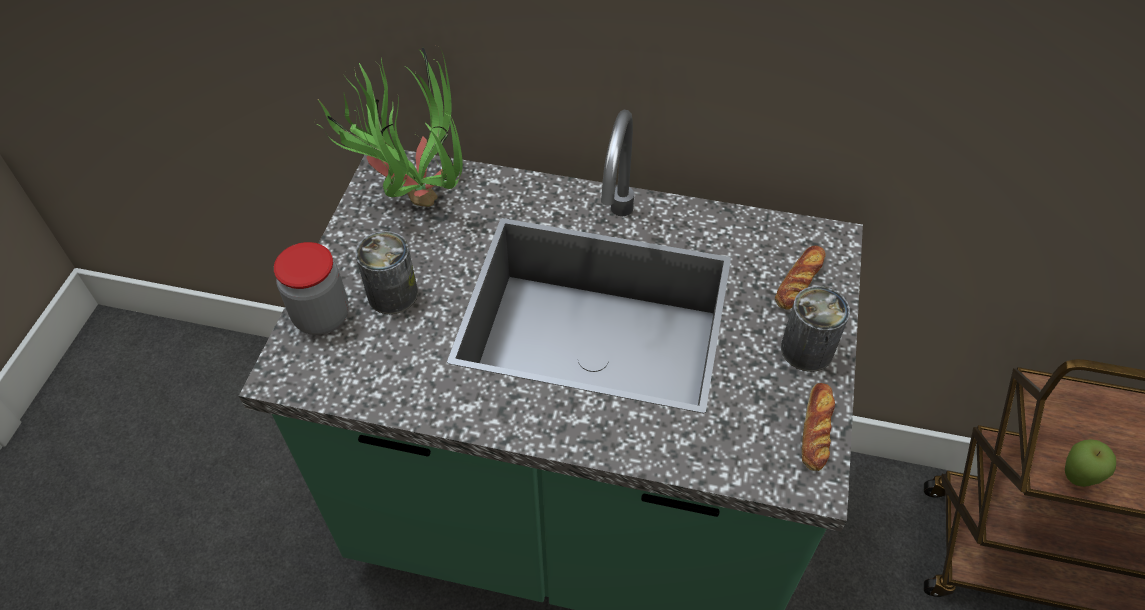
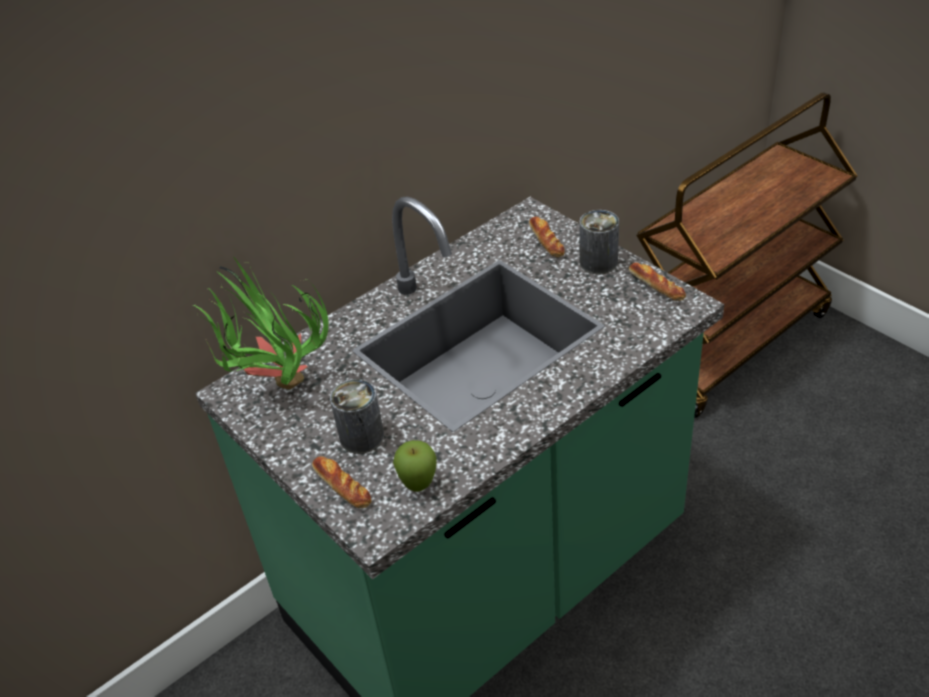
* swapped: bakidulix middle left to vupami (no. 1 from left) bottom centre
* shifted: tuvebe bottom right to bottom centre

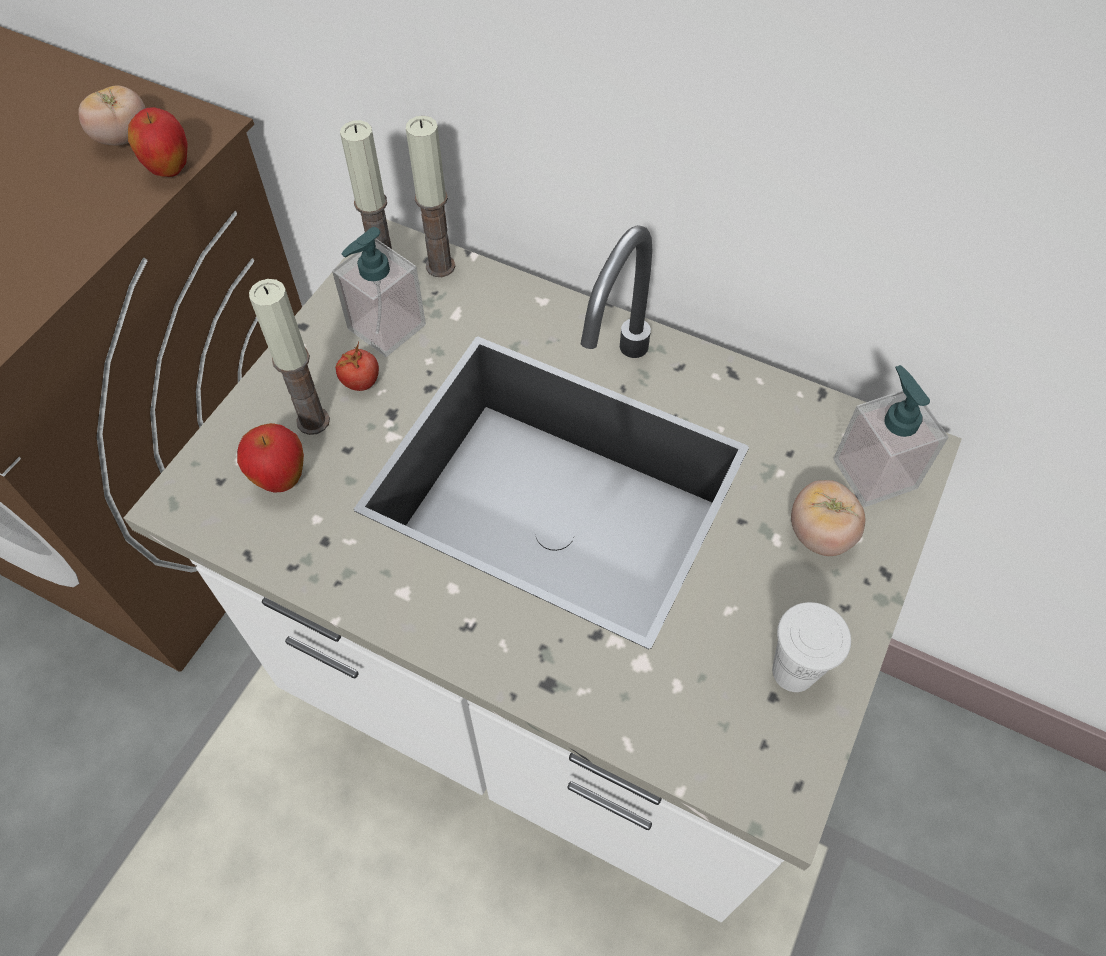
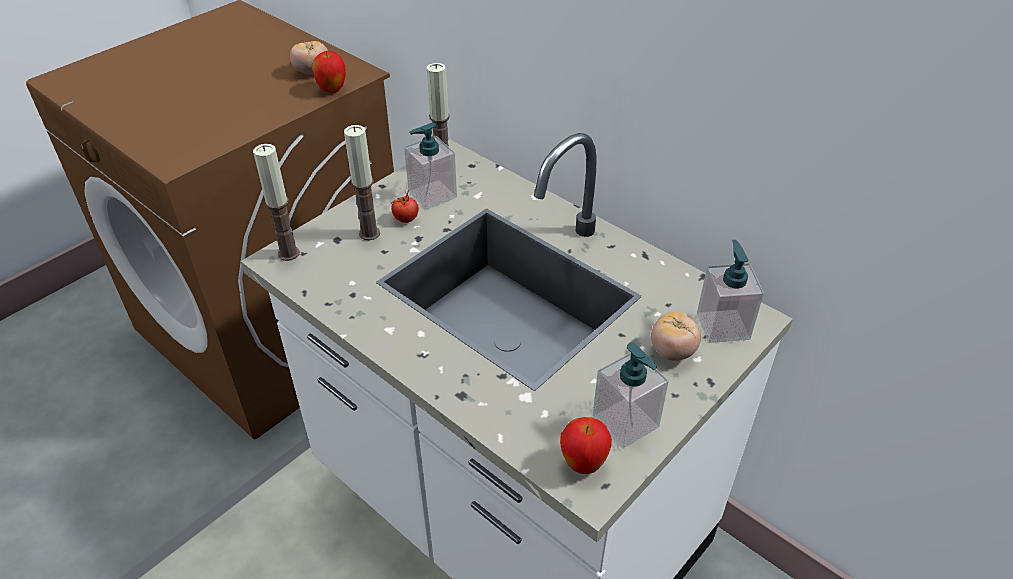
* shifted: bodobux (no. 3 from left in the first image) top centre to bodobux (no. 1 from left) middle left
* shifted: tuvebe (no. 2 from left) middle left to bottom centre
* swapped: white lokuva bottom right to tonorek (no. 2 from left) bottom centre

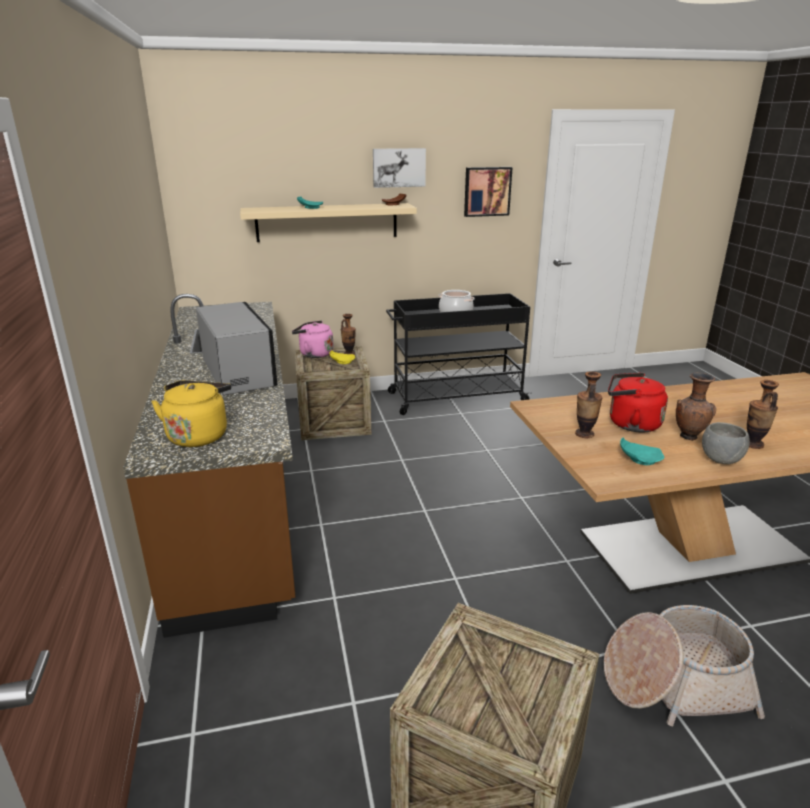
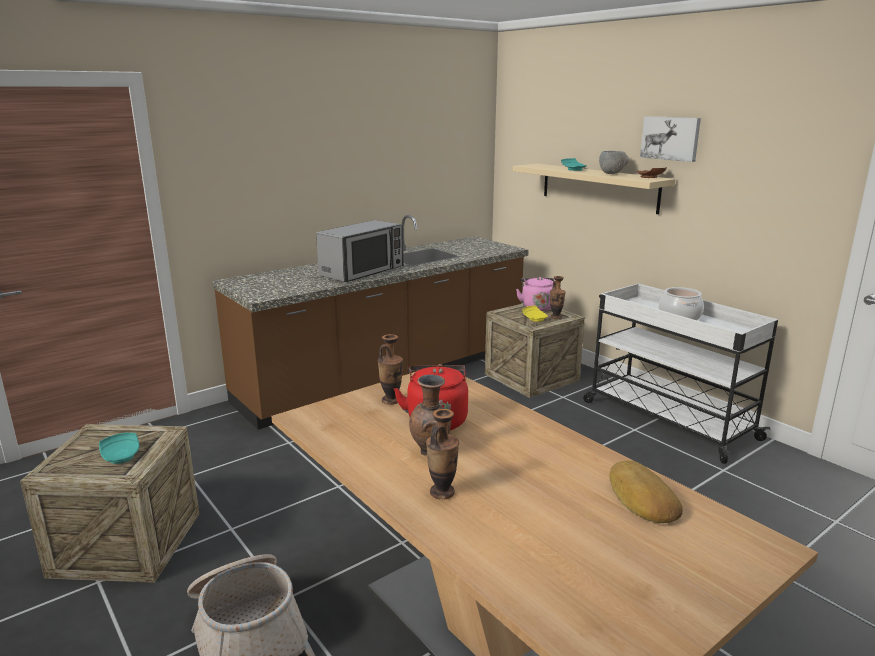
* shifted: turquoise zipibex (no. 2 from left in the first image) middle right to turquoise zipibex (no. 1 from left) bottom left
* repainted: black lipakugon centre to white lipakugon middle right
* shifted: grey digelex middle right to top right
* new: vupami bottom right
* gone: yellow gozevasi middle left
* gone: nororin (no. 2 from left) top centre

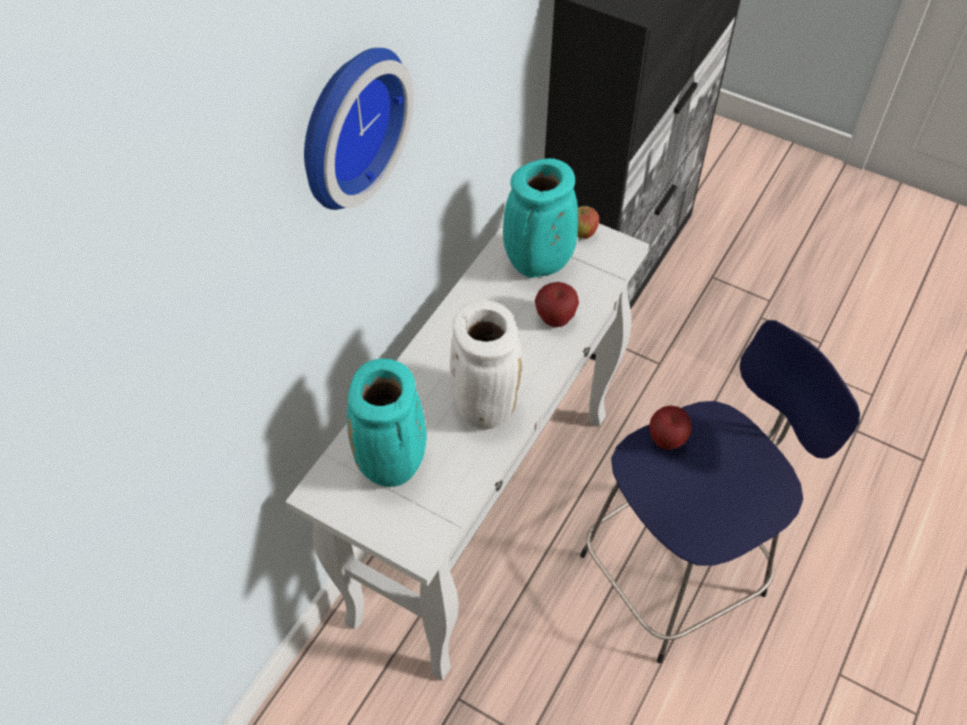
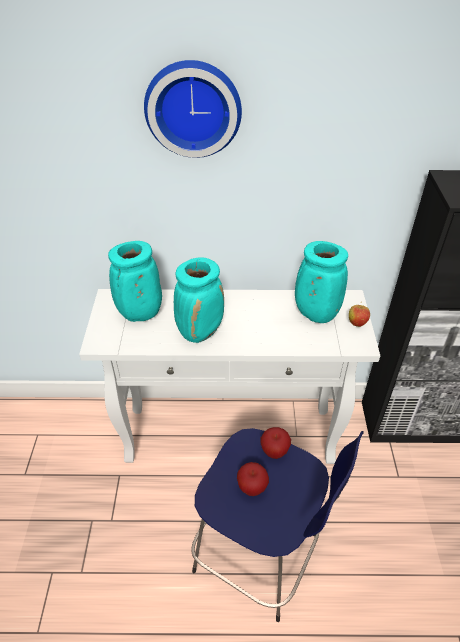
* repainted: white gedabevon centre to turquoise gedabevon (no. 2 from left) centre
* shifted: tuvebe (no. 1 from left) centre to bottom centre

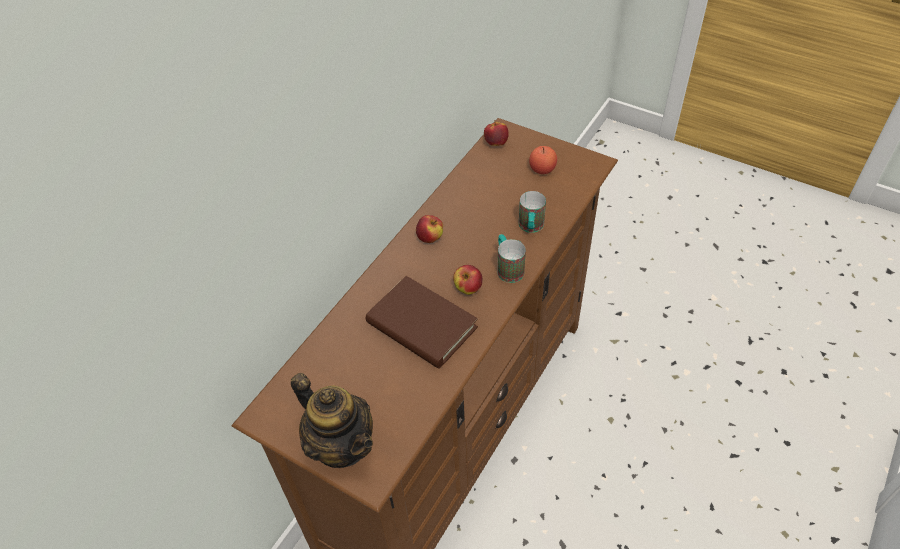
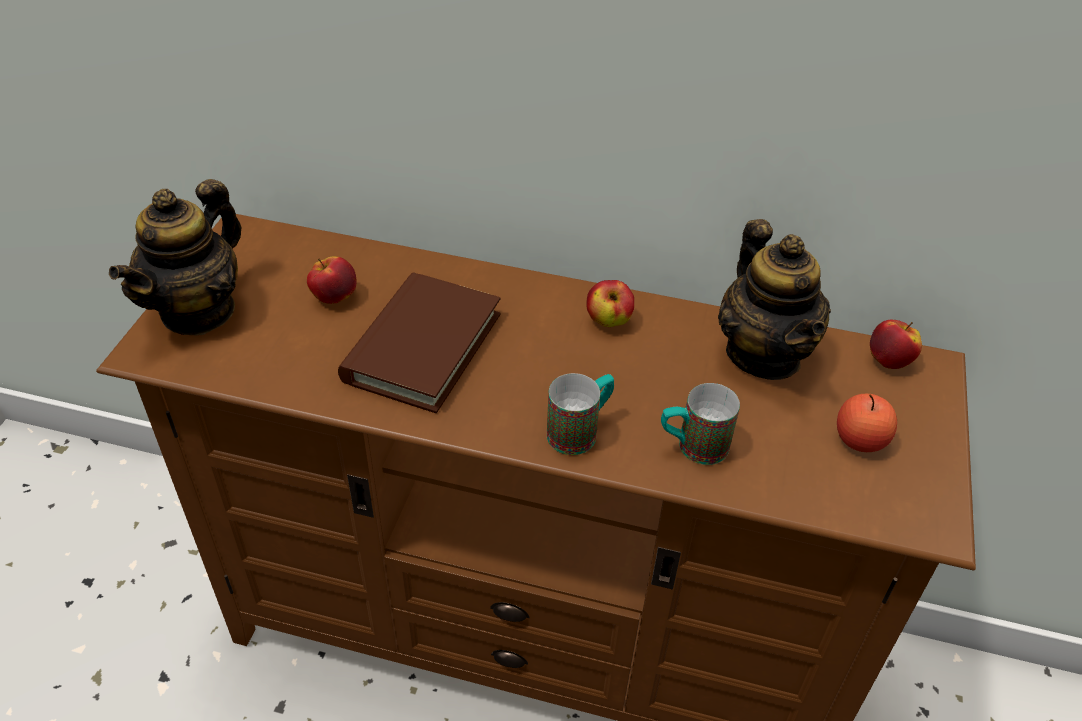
* shifted: tuvebe (no. 2 from left in the first image) centre to tuvebe (no. 1 from left) middle left
* new: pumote (no. 2 from left) middle right

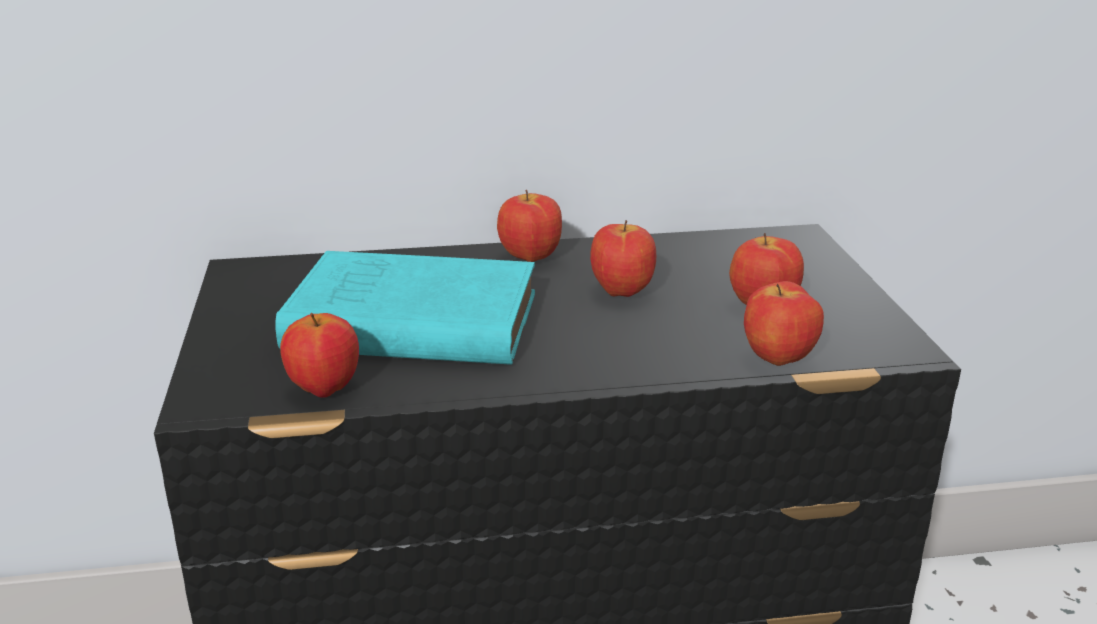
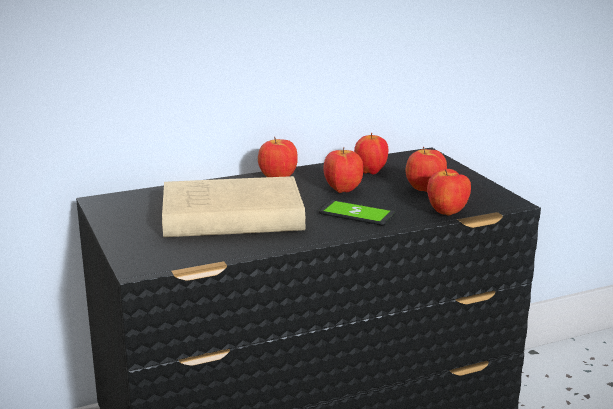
* repainted: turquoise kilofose centre to beige kilofose centre
* new: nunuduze centre
* shifted: tuvebe (no. 1 from left in the first image) middle left to tuvebe (no. 3 from left) centre

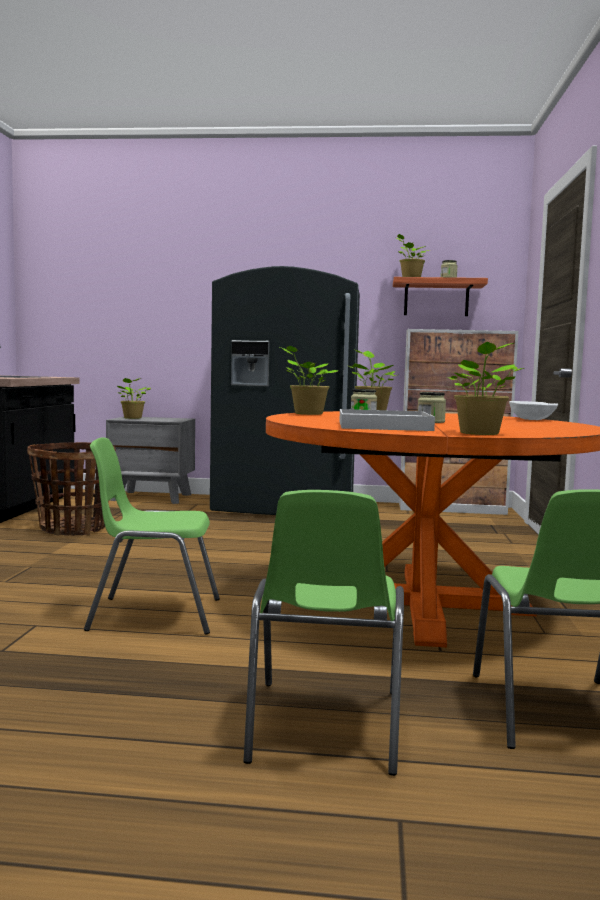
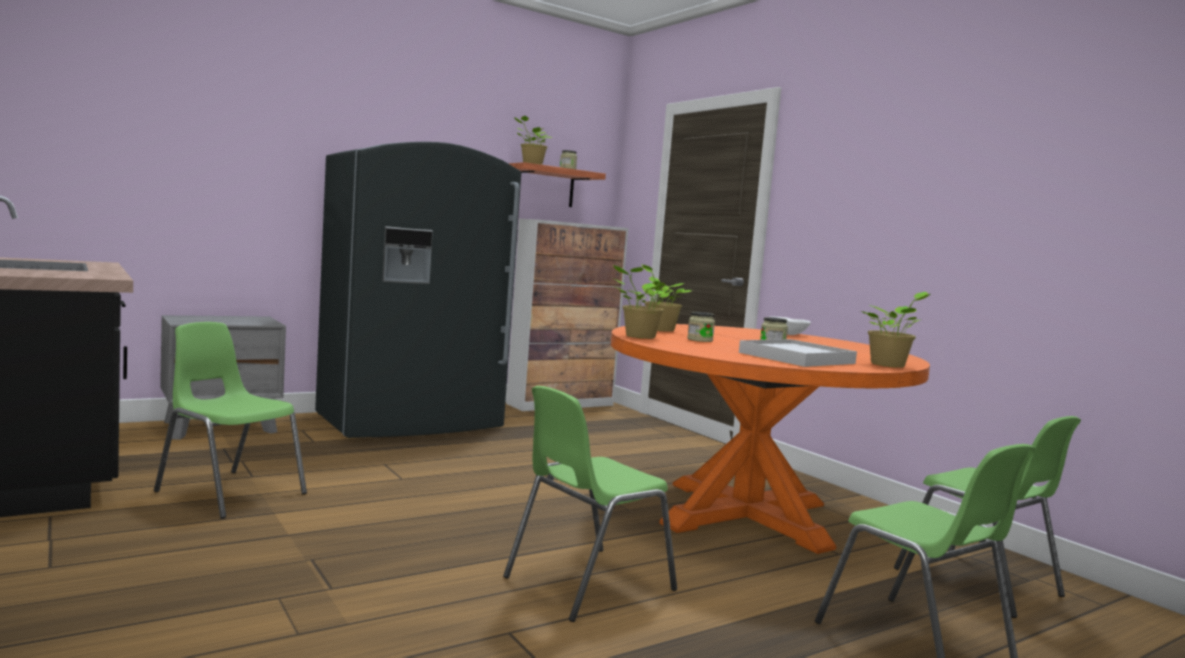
* swapped: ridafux middle left to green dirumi (no. 1 from left) middle left
* gone: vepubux (no. 1 from left) middle left

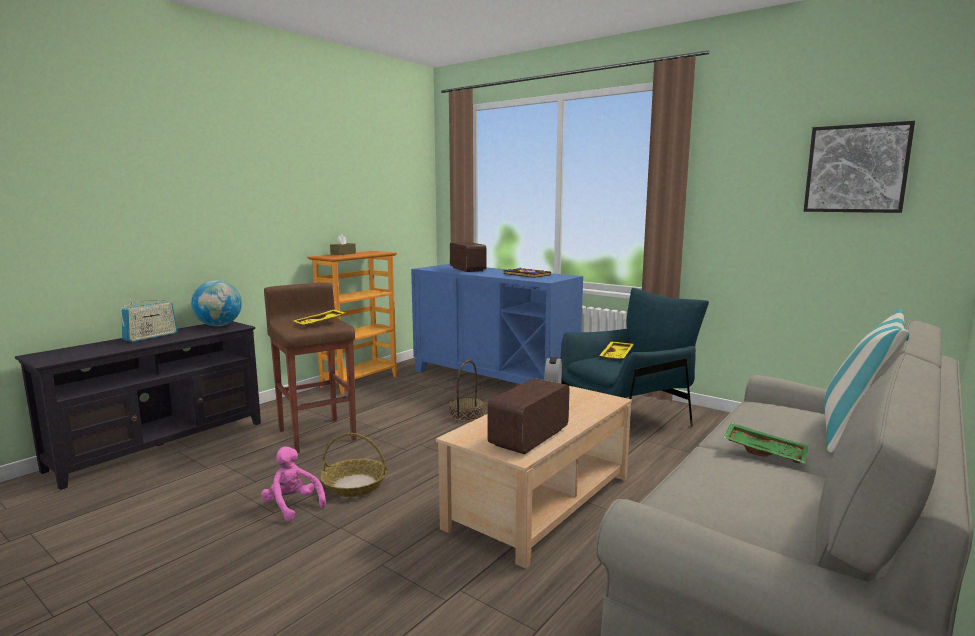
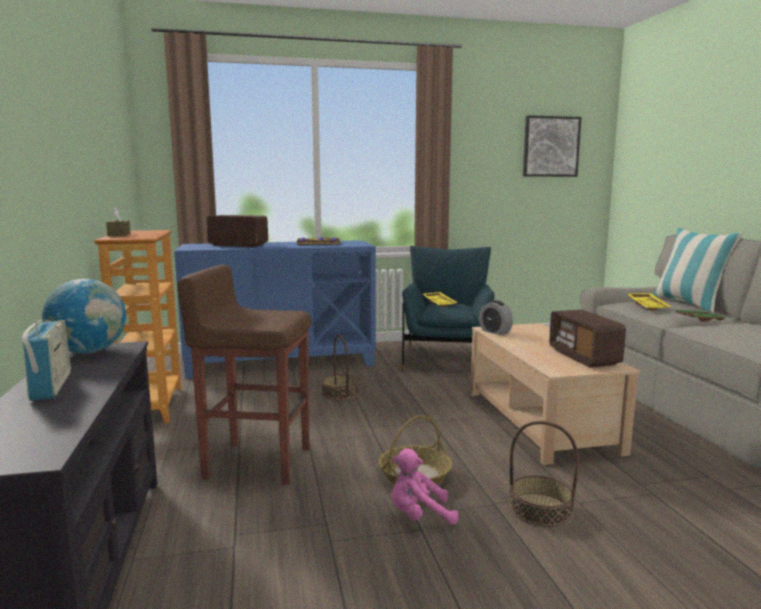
* new: ridafux (no. 3 from left) bottom right
* shifted: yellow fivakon (no. 1 from left in the first image) middle left to yellow fivakon (no. 2 from left) middle right

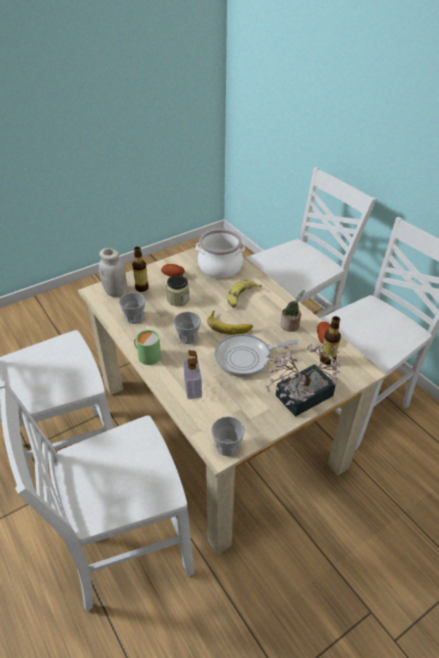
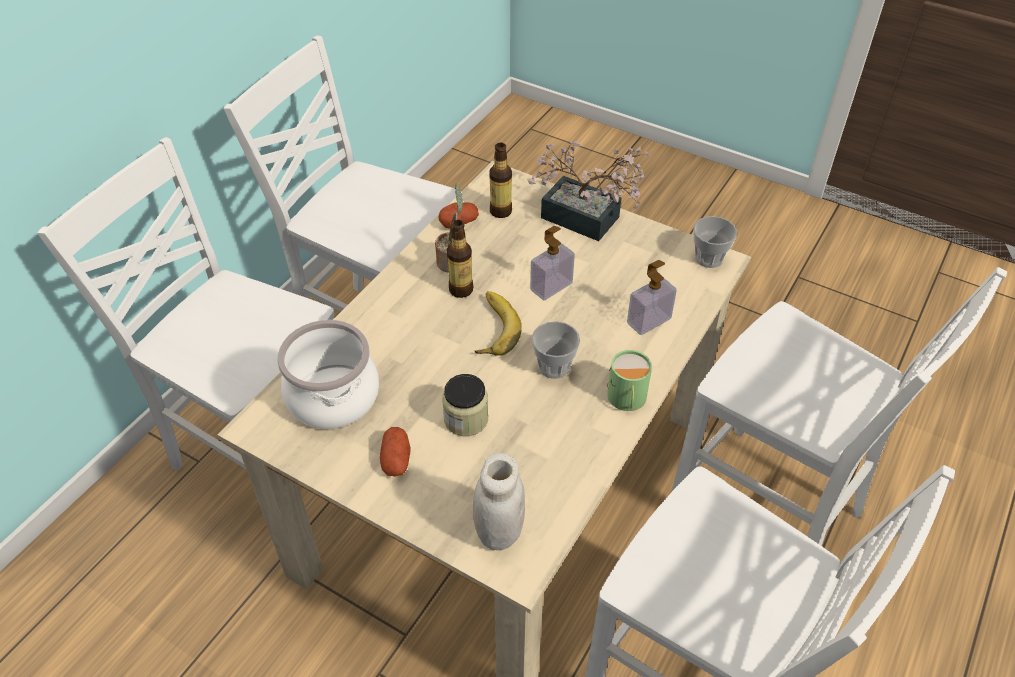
* shifted: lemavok (no. 1 from left) middle left to centre
* swapped: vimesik centre to tonorek (no. 1 from left) centre
* gone: lokuva (no. 1 from left) middle left
* gone: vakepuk (no. 2 from left) centre

